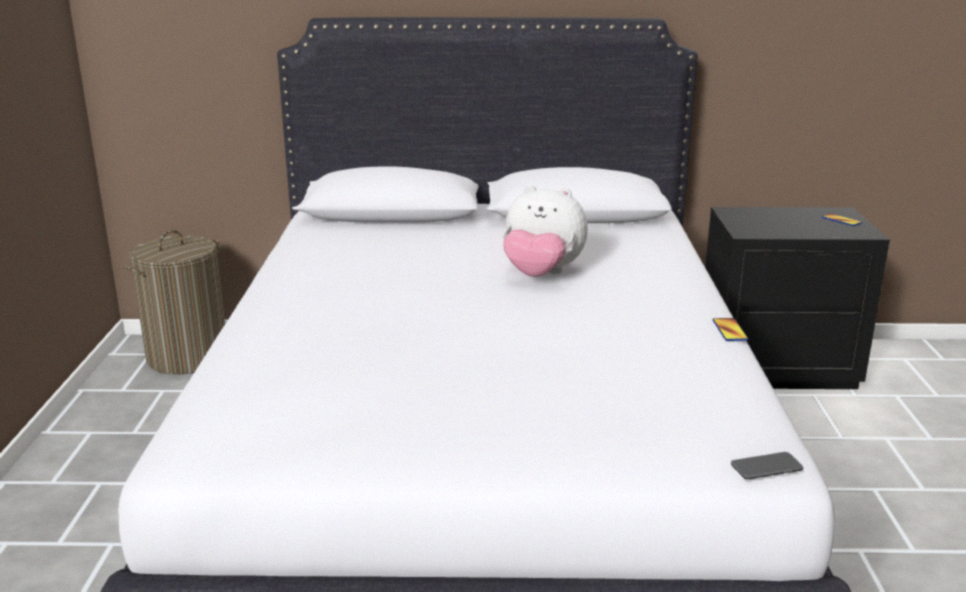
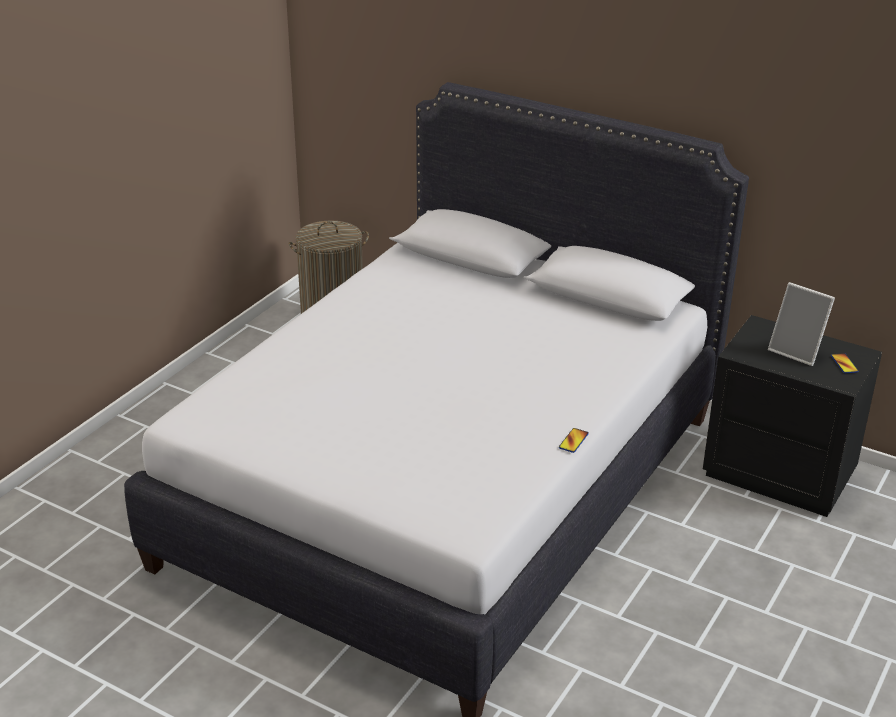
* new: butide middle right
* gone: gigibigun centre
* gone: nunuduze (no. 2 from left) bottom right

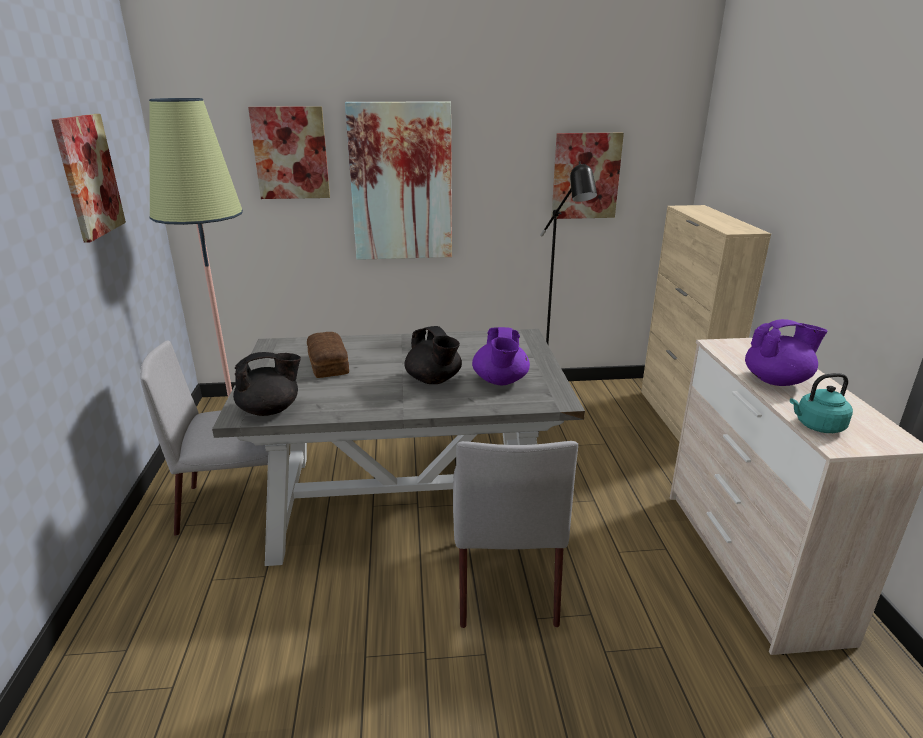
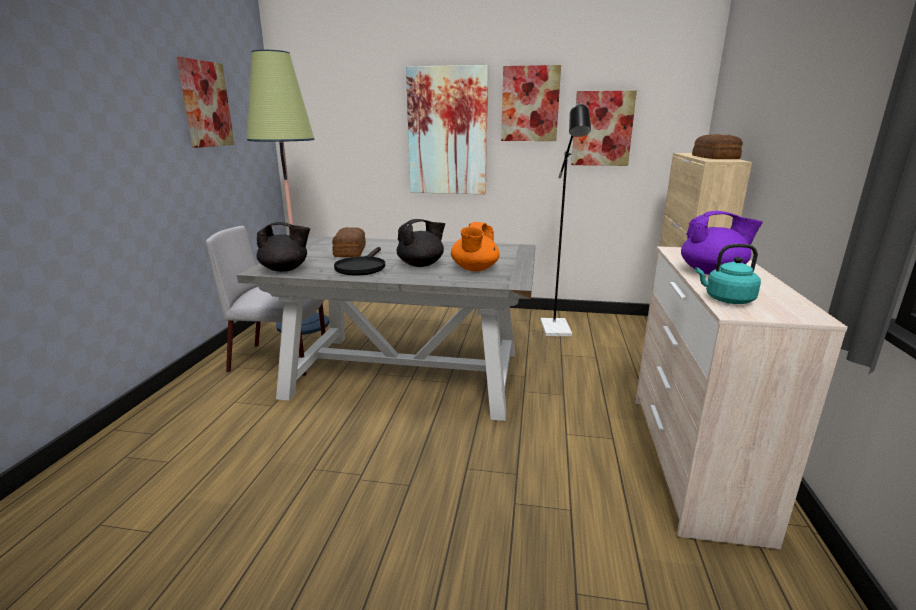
* new: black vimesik centre
* rotated: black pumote (no. 2 from left) centre = centre 105 degrees counterclockwise
* repainted: purple pumote (no. 1 from left) centre to orange pumote centre
* shifted: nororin (no. 2 from left in the first image) top left to nororin (no. 3 from left) top centre
* new: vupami (no. 2 from left) top right
* gone: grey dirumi (no. 2 from left) bottom centre

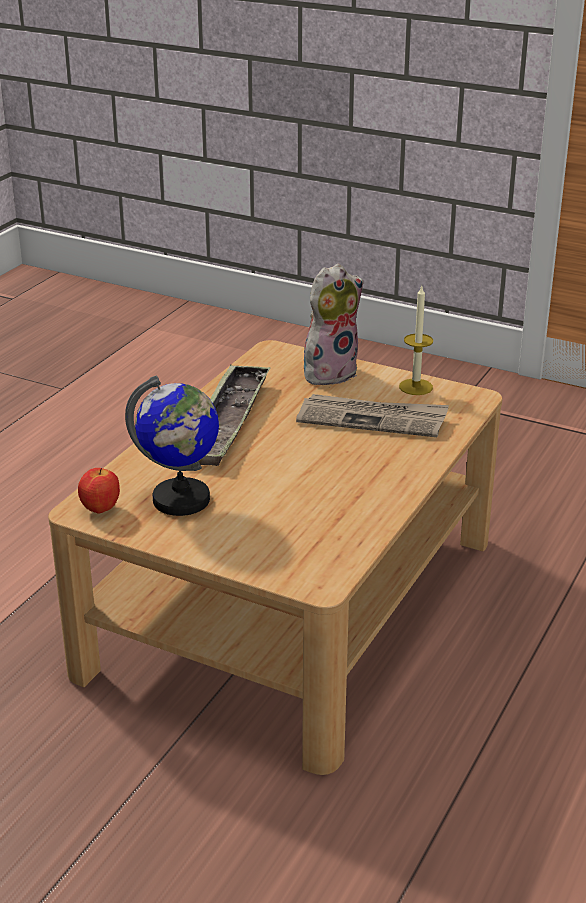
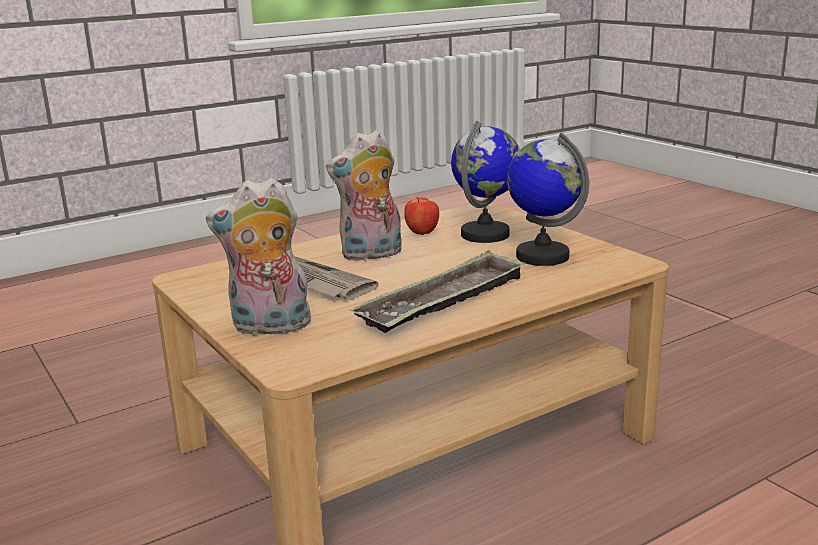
* new: gigibigun (no. 2 from left) centre
* shifted: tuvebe middle left to centre
* new: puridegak (no. 1 from left) centre
* gone: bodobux middle right

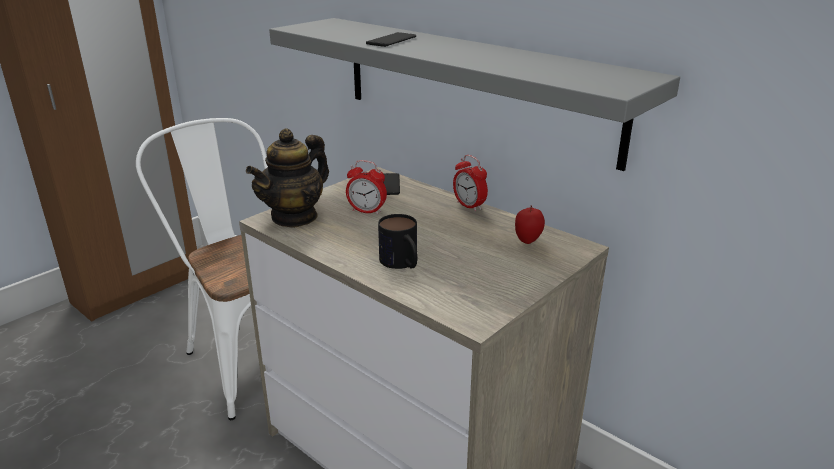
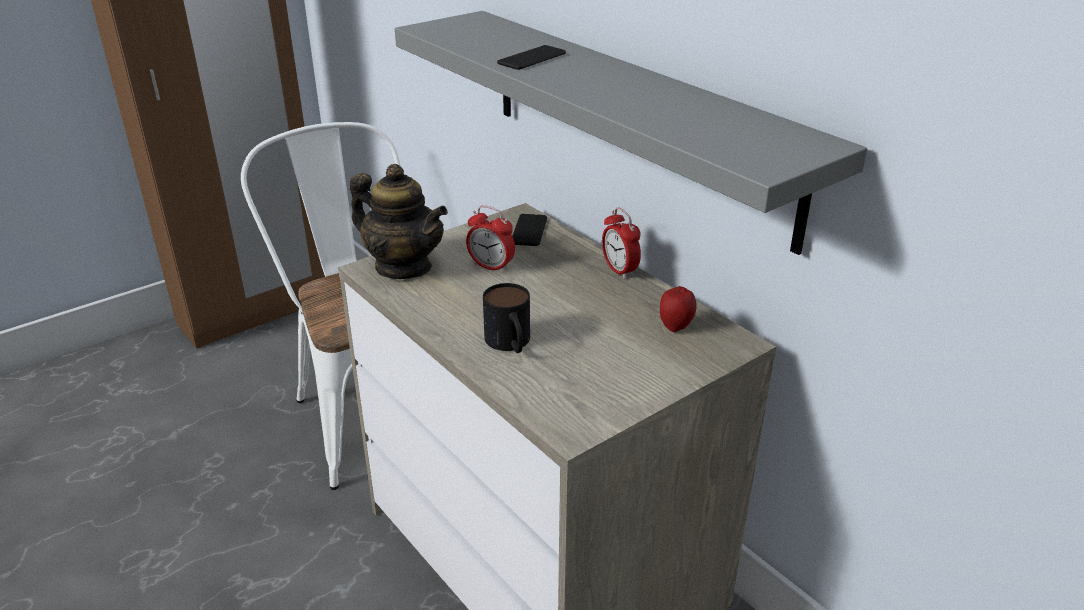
* rotated: pumote centre = centre 105 degrees counterclockwise

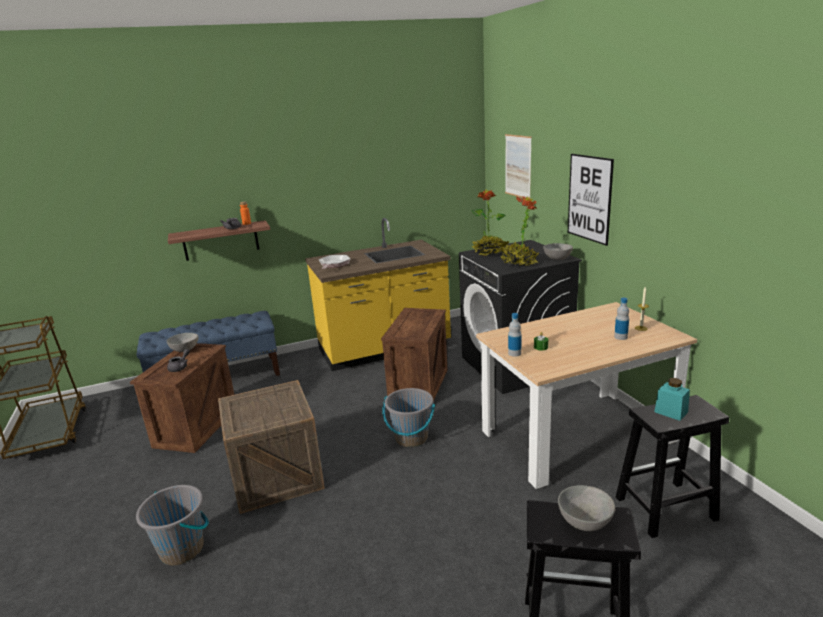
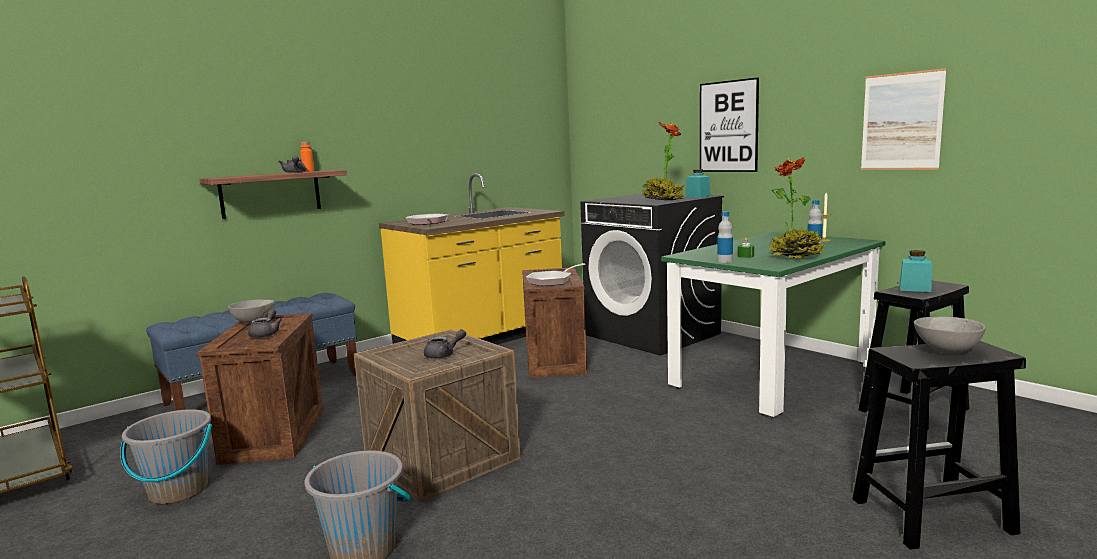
* shifted: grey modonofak (no. 2 from left in the first image) bottom centre to grey modonofak (no. 1 from left) bottom left
* new: grey pumote (no. 3 from left) centre
* new: vimesik (no. 2 from left) centre
* repainted: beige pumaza middle right to green pumaza middle right
* swapped: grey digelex (no. 2 from left) middle right to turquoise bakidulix (no. 1 from left) top centre
* shifted: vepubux (no. 1 from left in the first image) centre to vepubux (no. 2 from left) middle right
* shifted: nororin (no. 1 from left in the first image) top centre to nororin (no. 2 from left) top right

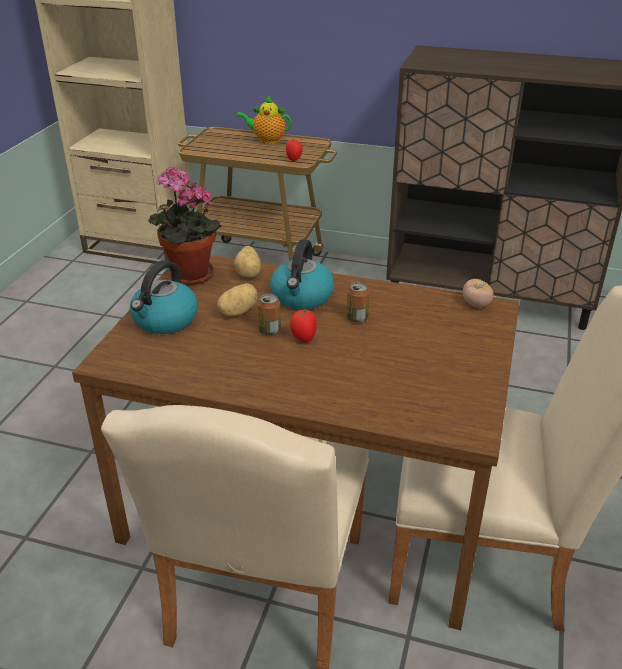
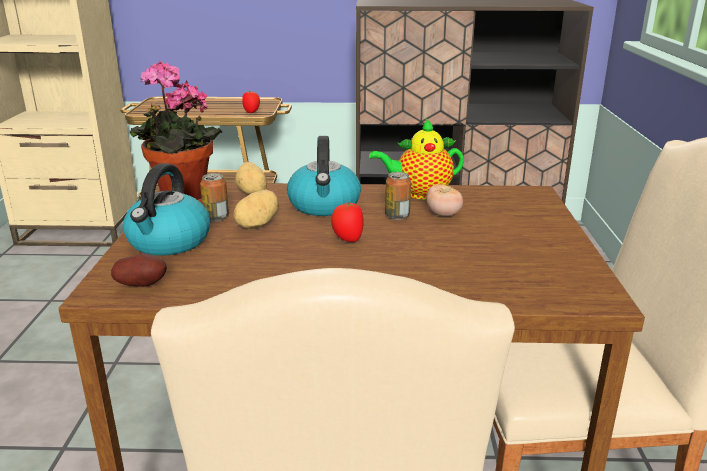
* new: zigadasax (no. 1 from left) middle left
* shifted: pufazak (no. 1 from left) centre to middle left
* shifted: pumote top centre to centre
* shifted: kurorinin (no. 3 from left) middle right to centre

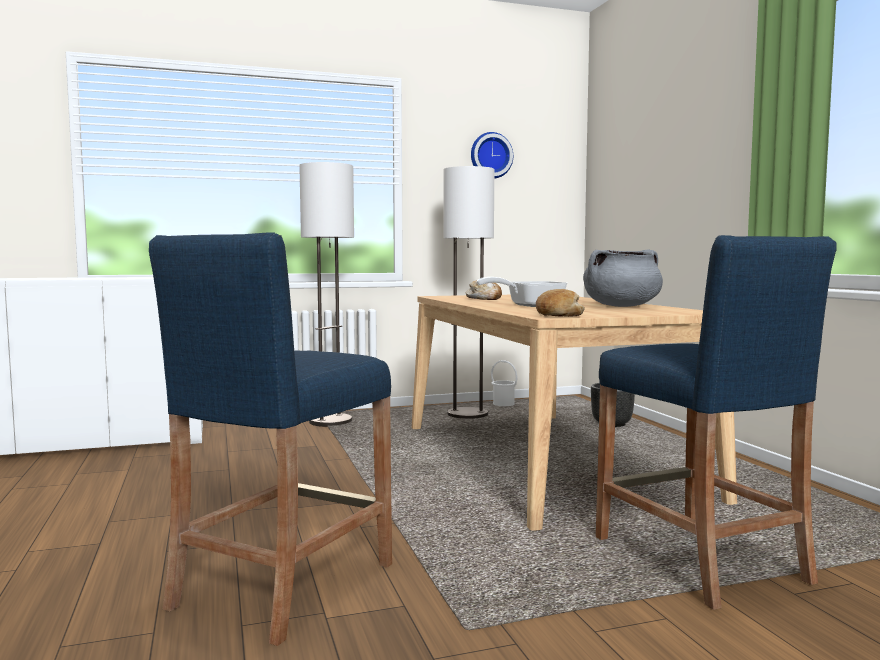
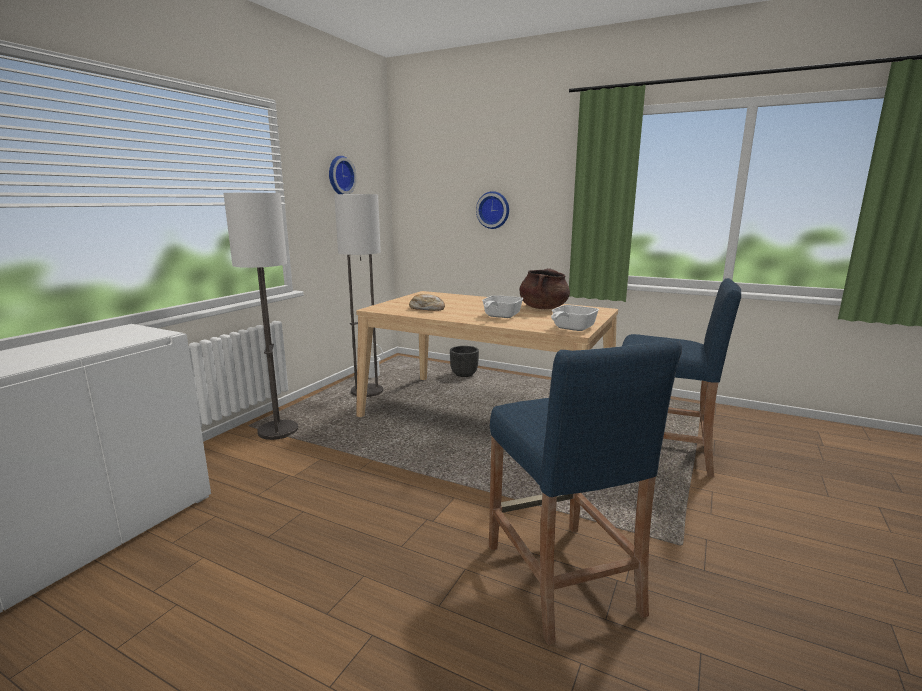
* new: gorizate (no. 2 from left) top centre
* repainted: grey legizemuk middle right to brown legizemuk centre
* swapped: vupami (no. 2 from left) centre to vimesik (no. 2 from left) centre

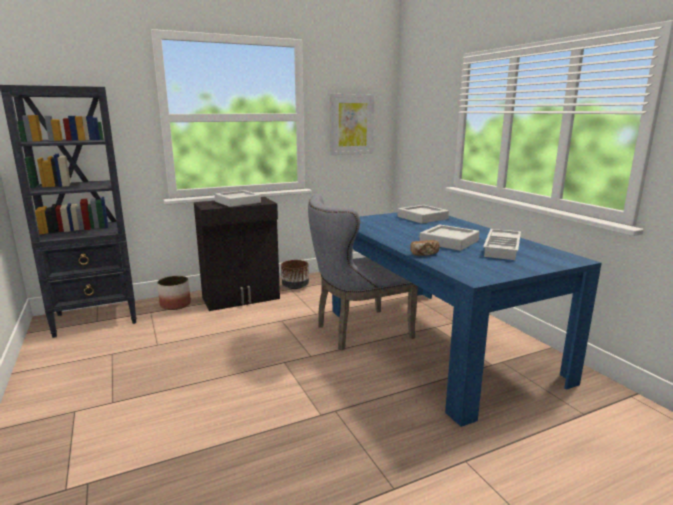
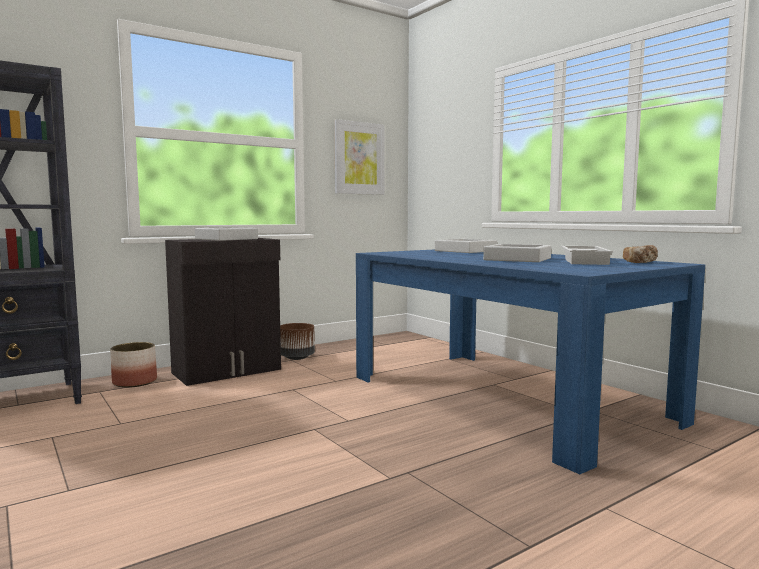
* shifted: vupami centre to middle right
* gone: grey dirumi centre

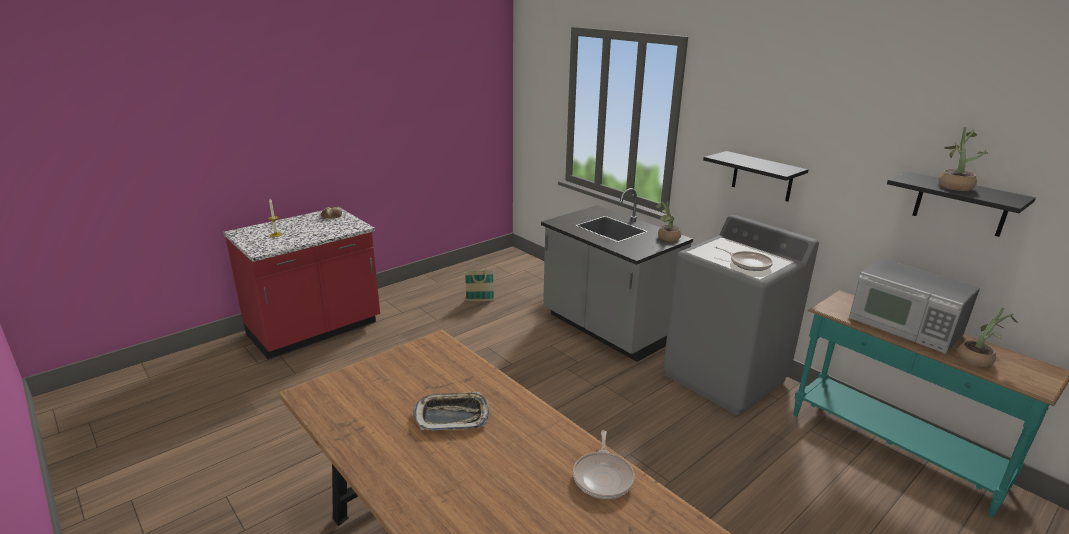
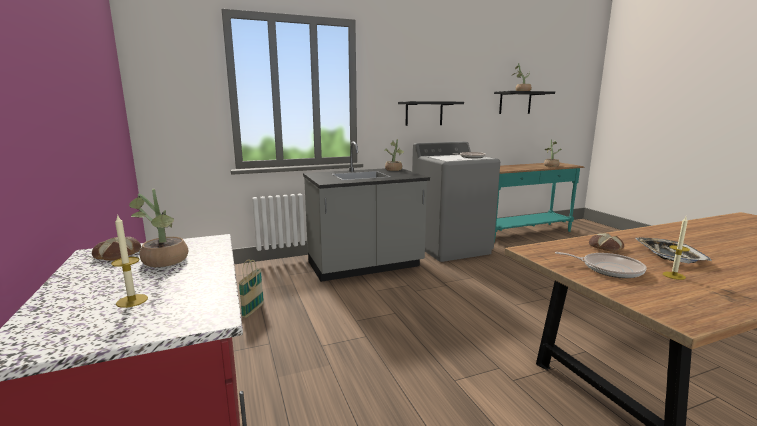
* new: vepubux (no. 1 from left) middle left
* shifted: vimesik (no. 1 from left in the first image) bottom centre to vimesik (no. 2 from left) middle right
* new: vupami (no. 2 from left) middle right
* new: bodobux (no. 2 from left) middle right
* gone: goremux middle right

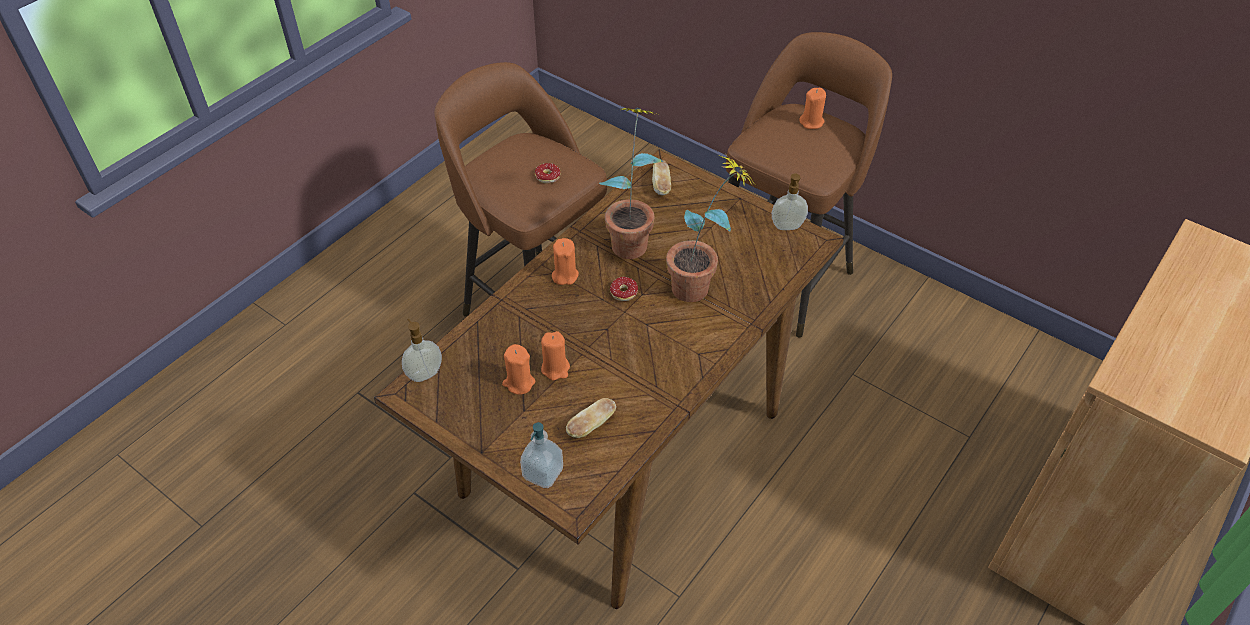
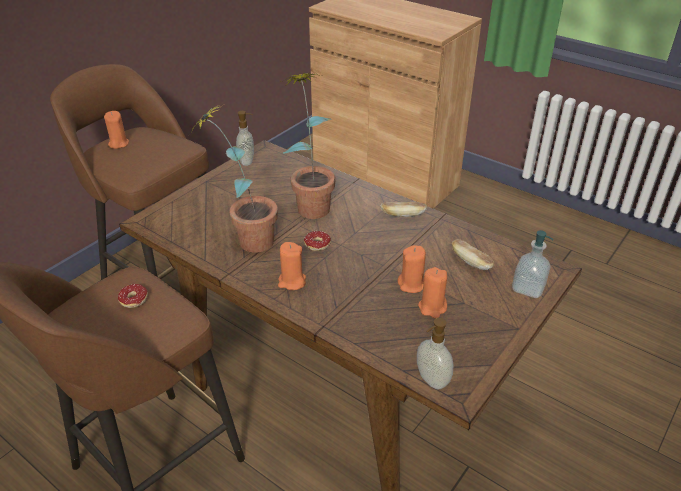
* shifted: vupami (no. 2 from left in the first image) top centre to vupami (no. 1 from left) centre

